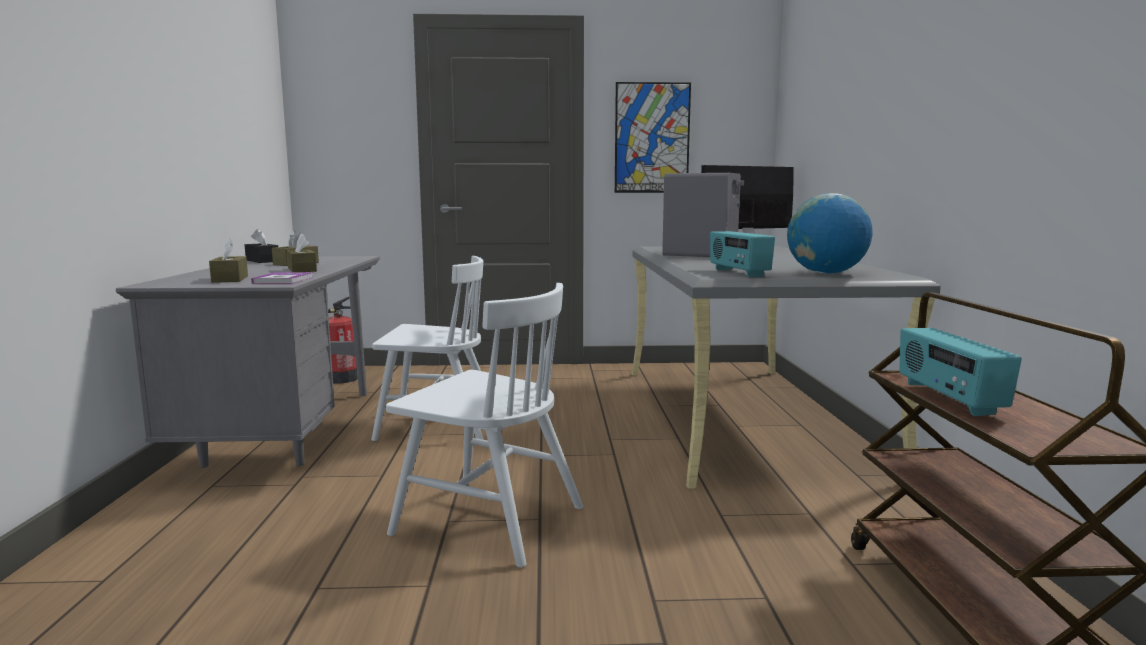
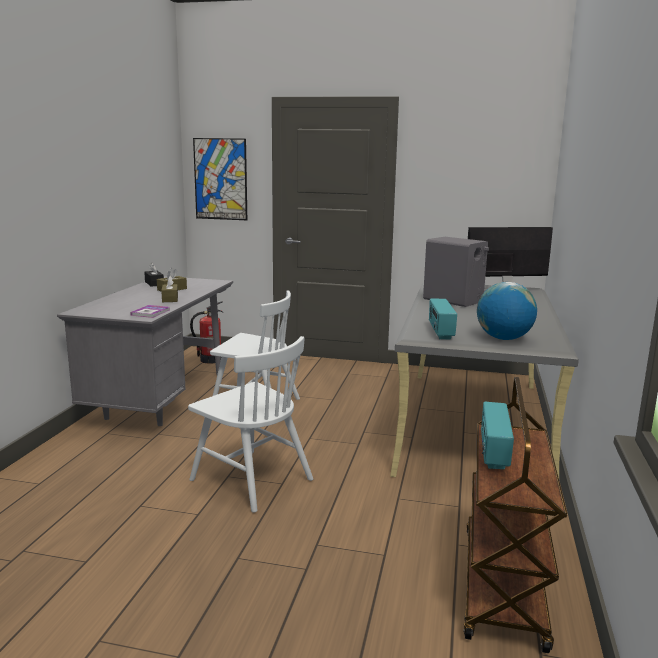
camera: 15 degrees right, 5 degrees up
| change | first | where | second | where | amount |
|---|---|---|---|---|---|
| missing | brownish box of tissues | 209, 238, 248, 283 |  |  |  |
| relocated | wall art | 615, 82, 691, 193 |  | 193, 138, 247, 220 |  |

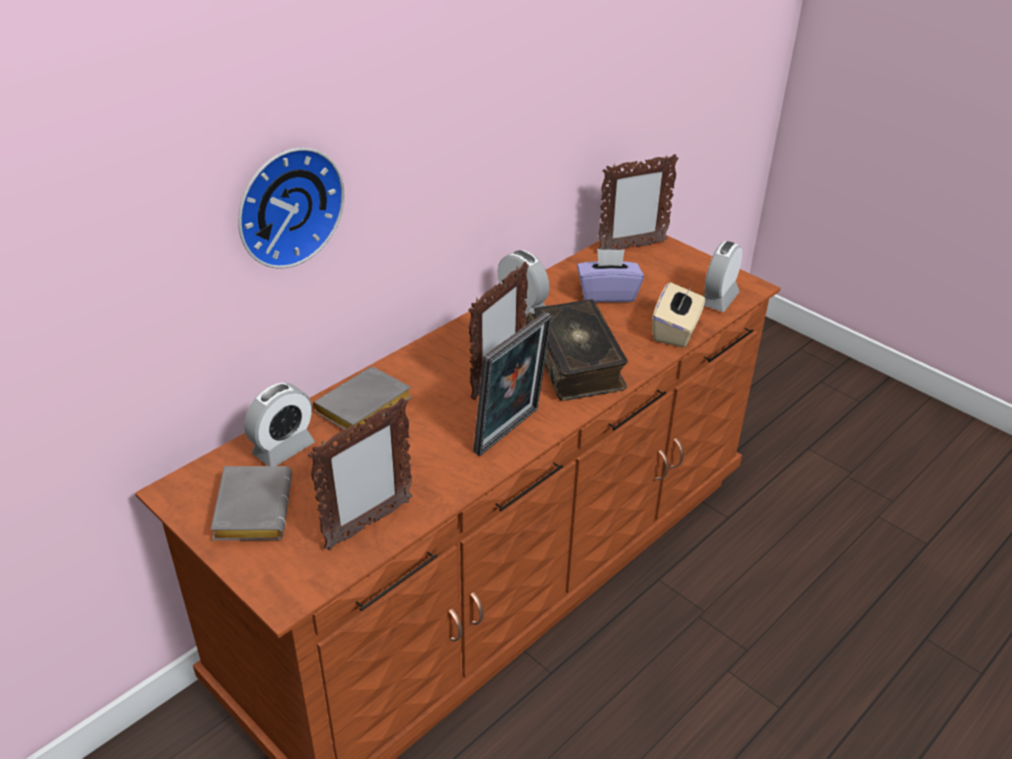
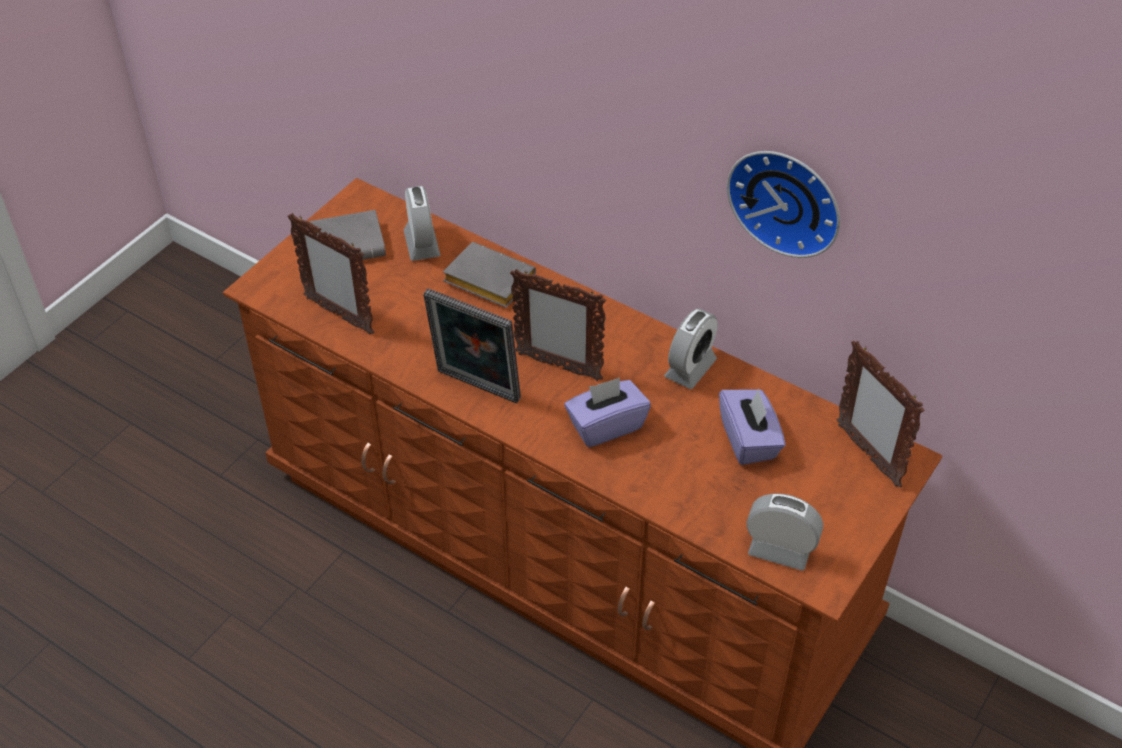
camera: 80 degrees right, 10 degrees up
| change | first | where | second | where | amount |
|---|---|---|---|---|---|
| missing | beige-coloured box of tissues | 652, 282, 705, 348 |  |  |  |
| relocated | wall clock | 238, 147, 344, 269 |  | 727, 151, 840, 258 |  |
| exchanged | book | 526, 299, 628, 401 | purple box of tissues | 564, 377, 651, 447 |  |
| spun | bedside clock | 244, 383, 315, 466 |  | 404, 186, 440, 261 | 135 degrees counterclockwise |

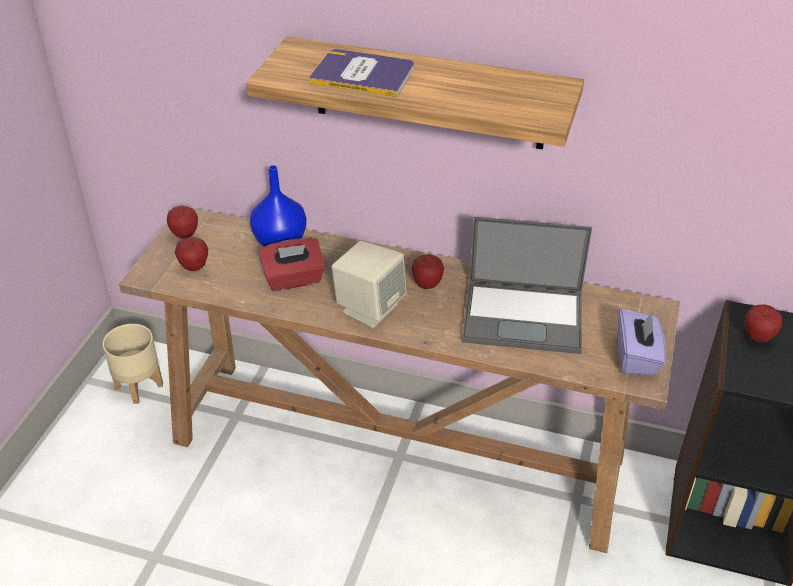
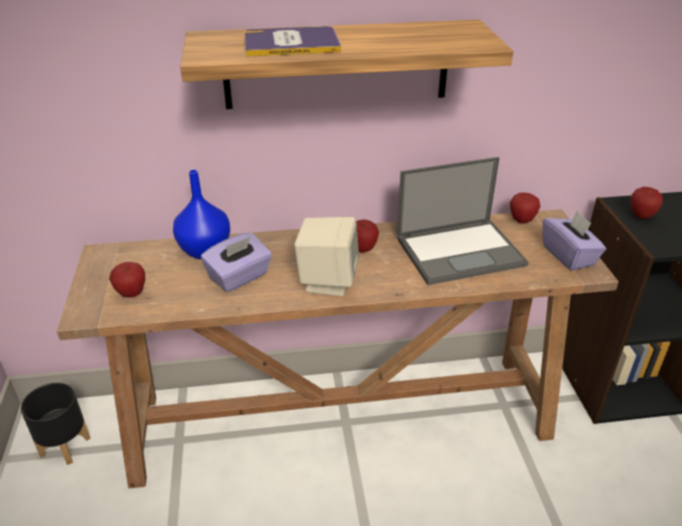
camera: 25 degrees left, 5 degrees down
| change | first | where | second | where | amount |
|---|---|---|---|---|---|
| relocated | whole apple | 167, 206, 198, 239 |  | 510, 193, 541, 224 |  |
| colour | beige-coloured plant pot | 103, 324, 163, 404 | black plant pot | 21, 383, 91, 465 |  |
| colour | red box of tissues | 258, 238, 325, 291 | purple box of tissues | 201, 233, 272, 292 |  |

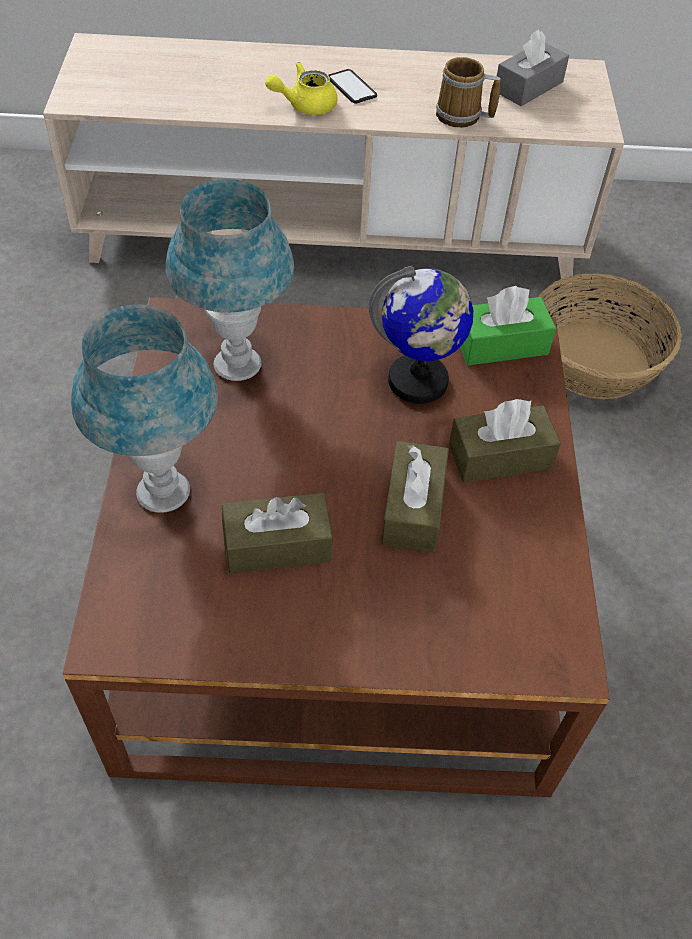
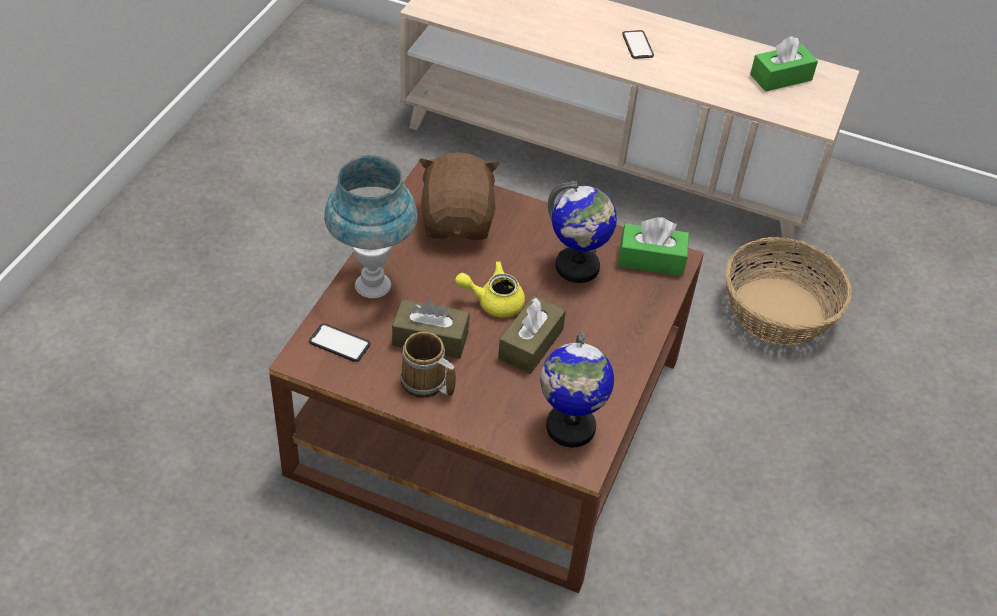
camera: 20 degrees right, 5 degrees down
| change | first | where | second | where | amount |
|---|---|---|---|---|---|
| missing | brownish box of tissues | 449, 399, 561, 483 |  |  |  |
| appeared |  |  | handset | 309, 323, 371, 362 |  |
| appeared |  |  | world globe | 541, 332, 614, 447 |  |
| relocated | yellowish teapot | 265, 62, 337, 115 |  | 455, 261, 525, 317 |  |
| relocated | tea mug | 436, 57, 501, 128 |  | 400, 332, 456, 398 |  |
| exchanged | blue-coloured tabletop lamp | 166, 179, 294, 381 | brownish soft toy | 419, 152, 500, 240 |  |
| colour | grey box of tissues | 497, 29, 569, 106 | green box of tissues | 750, 36, 818, 92 |  |

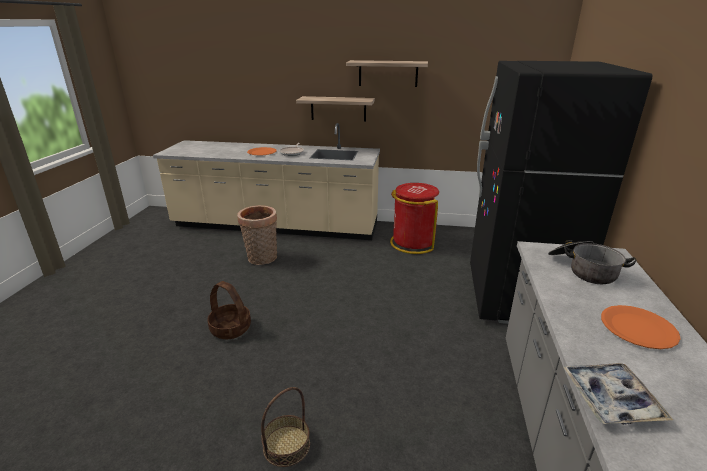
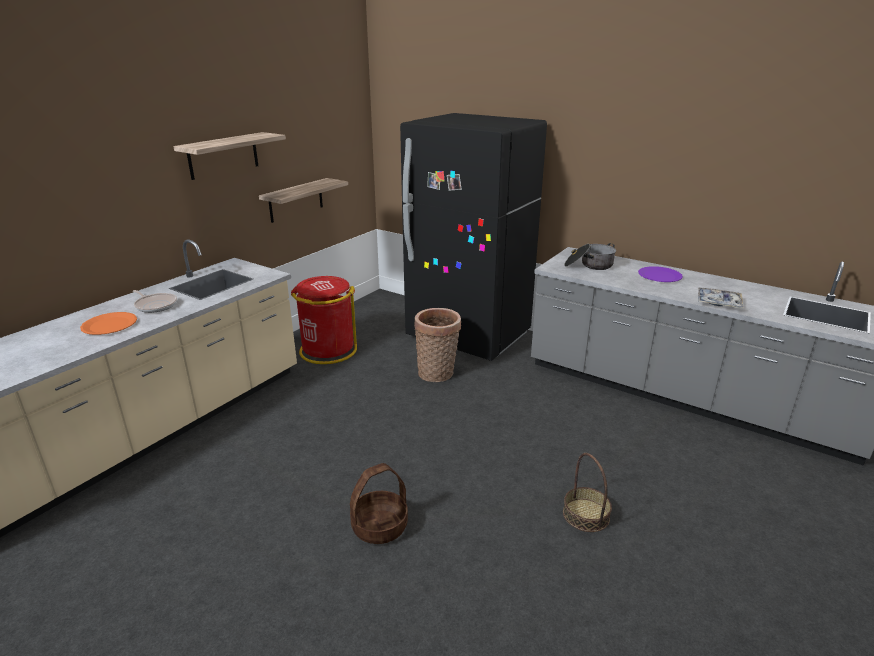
camera: 65 degrees left, 0 degrees up
| change | first | where | second | where | amount |
|---|---|---|---|---|---|
| relocated | household basket | 237, 205, 277, 265 |  | 414, 308, 461, 382 |  |
| relocated | bracket shelf | 296, 96, 375, 122 |  | 259, 178, 348, 223 |  |
| colour | orange plate | 601, 305, 681, 349 | purple plate | 638, 266, 683, 282 |  |

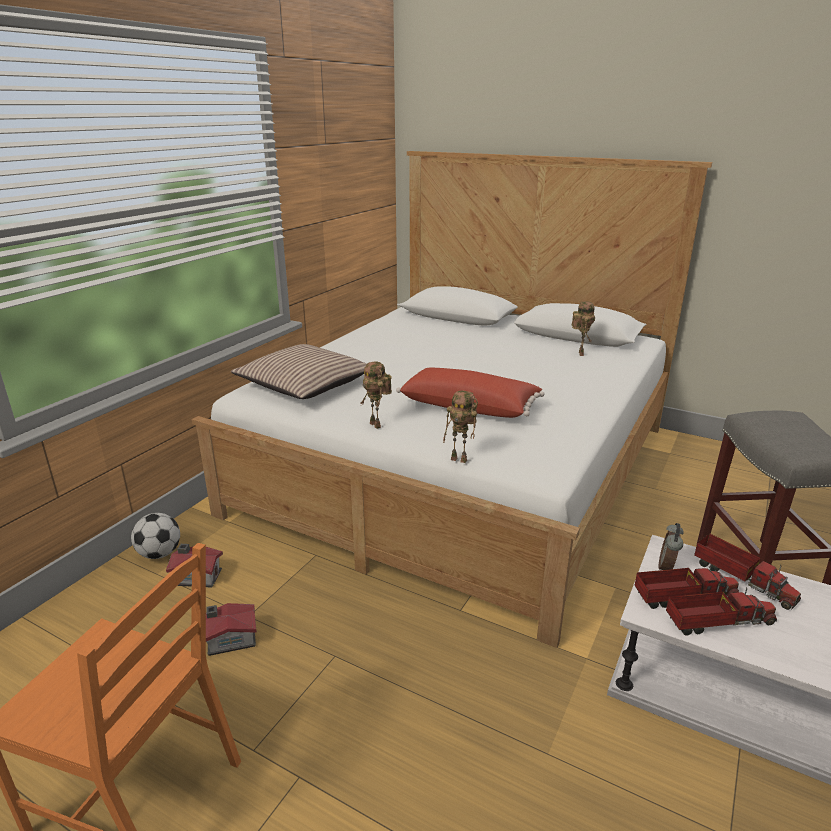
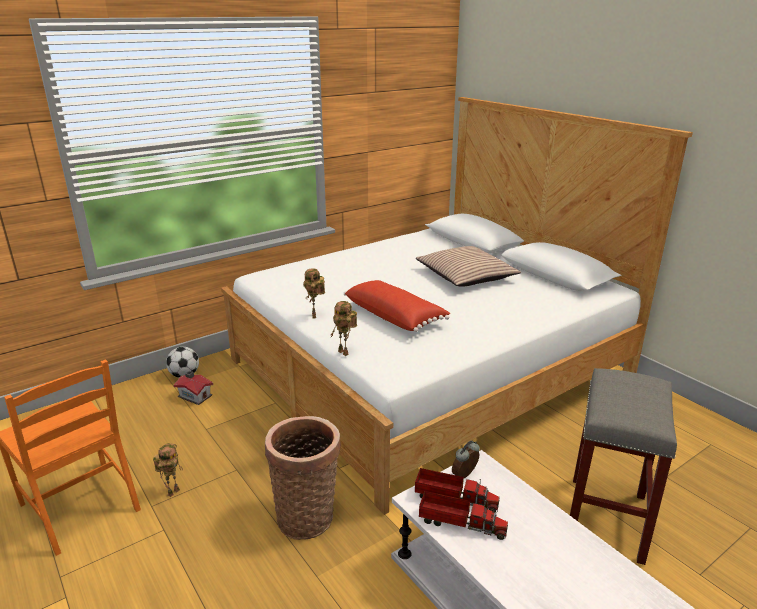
camera: 25 degrees right, 0 degrees up
| change | first | where | second | where | amount |
|---|---|---|---|---|---|
| missing | miniature house | 206, 603, 257, 656 |  |  |  |
| missing | model truck | 694, 533, 801, 610 |  |  |  |
| appeared |  |  | household basket | 265, 416, 341, 540 |  |
| relocated | pillow | 231, 344, 367, 399 |  | 416, 246, 521, 287 |  |
| relocated | robot figure | 572, 301, 595, 356 |  | 153, 443, 183, 497 |  |

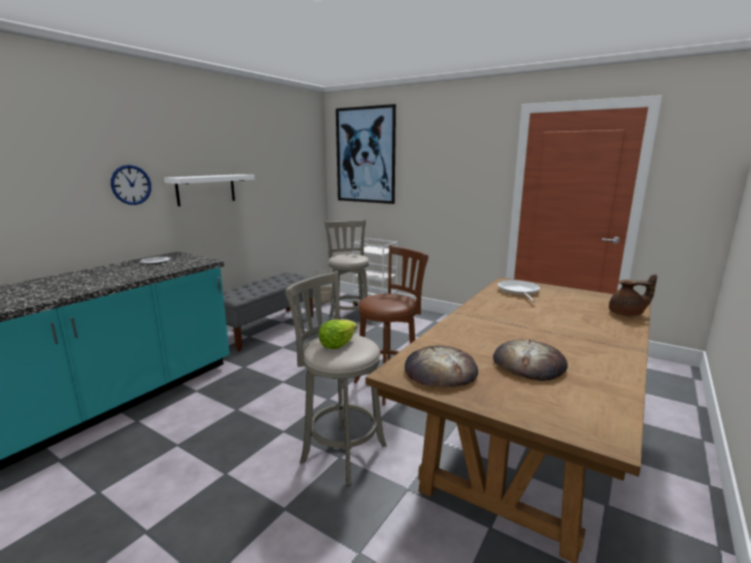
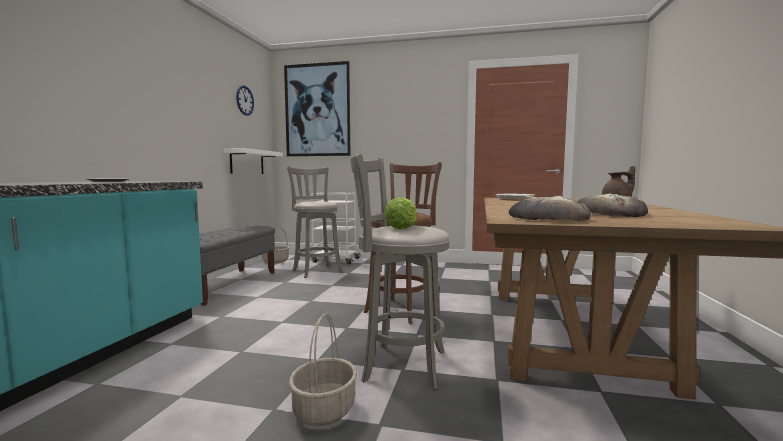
camera: 20 degrees left, 10 degrees down
| change | first | where | second | where | amount |
|---|---|---|---|---|---|
| appeared |  |  | household basket | 289, 313, 357, 426 |  |
| relocated | wall clock | 111, 165, 151, 205 |  | 236, 85, 254, 116 |  |
| relocated | whitish bracket shelf | 164, 174, 255, 206 |  | 224, 148, 283, 174 |  |

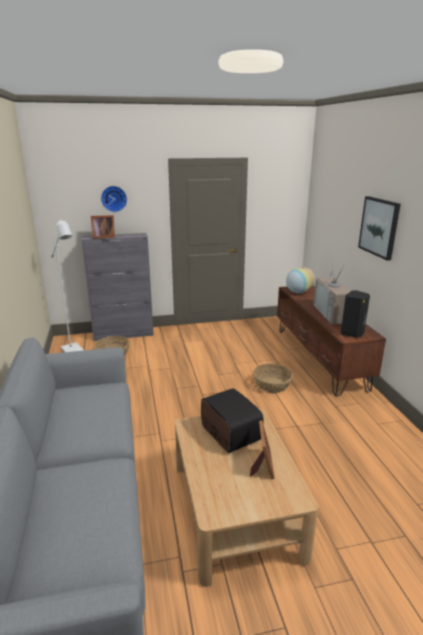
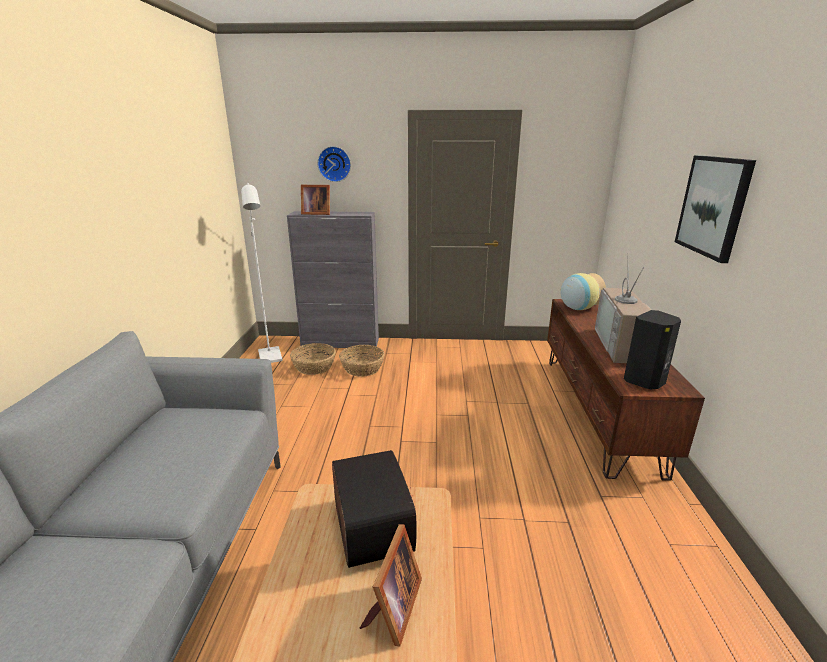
camera: 15 degrees right, 0 degrees up
| change | first | where | second | where | amount |
|---|---|---|---|---|---|
| relocated | household basket | 253, 363, 293, 393 |  | 339, 345, 384, 377 |  |

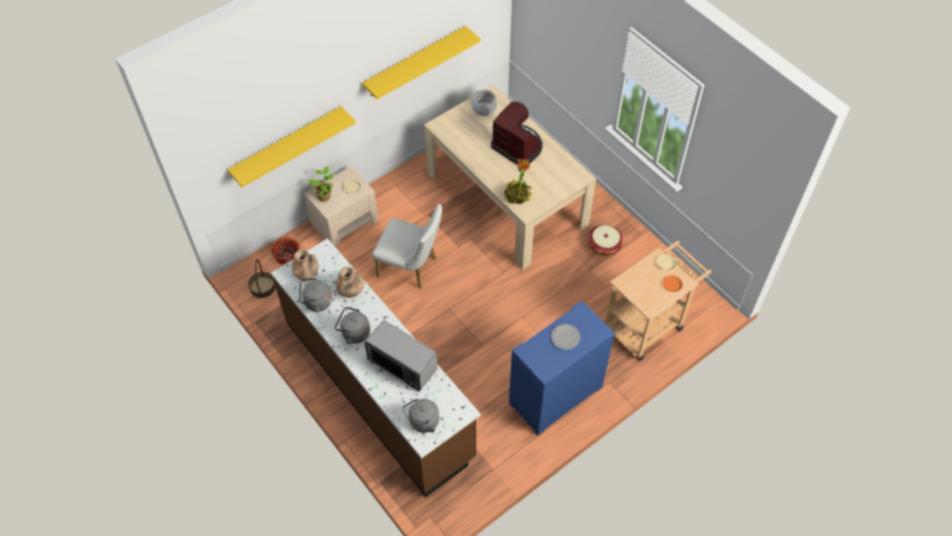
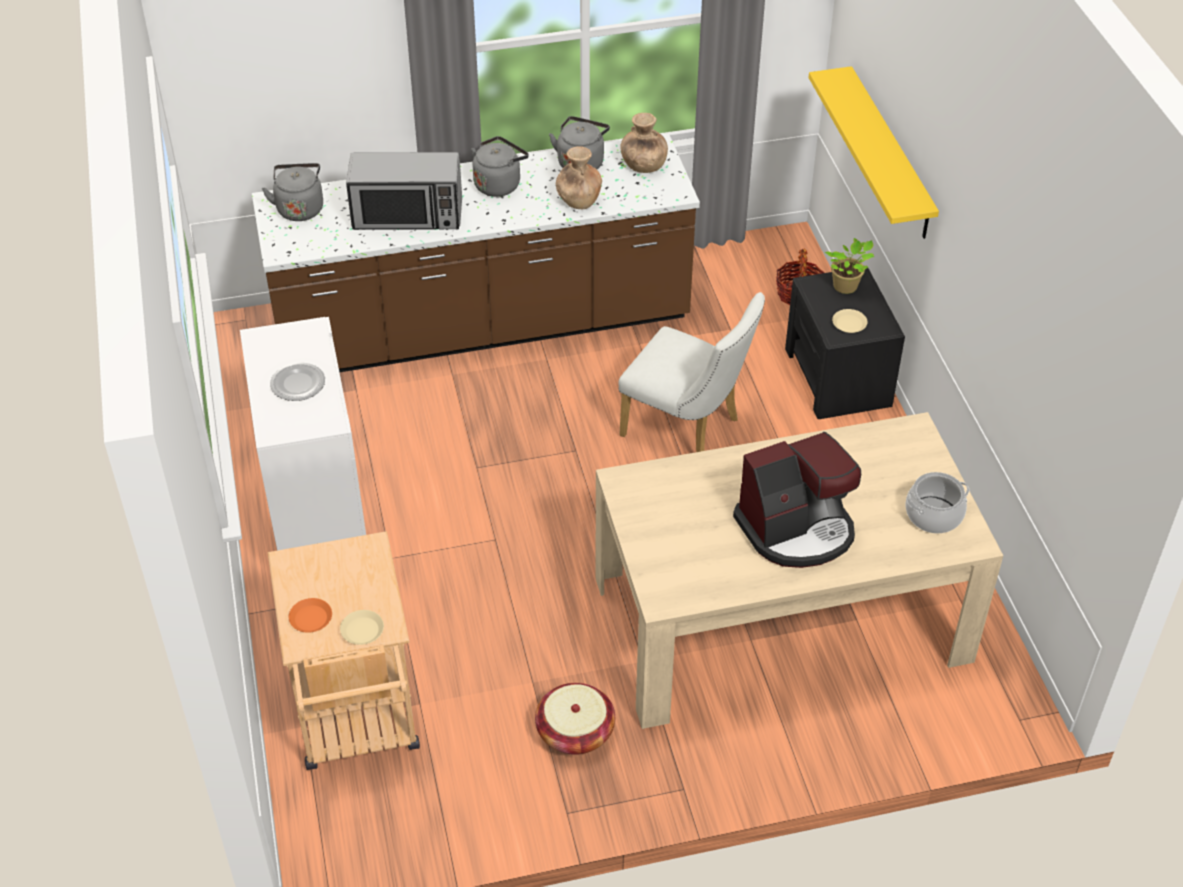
camera: 115 degrees right, 10 degrees down
| change | first | where | second | where | amount |
|---|---|---|---|---|---|
| missing | household basket | 248, 259, 276, 298 |  |  |  |
| missing | yellowish bracket shelf | 362, 26, 481, 99 |  |  |  |
| missing | houseplant | 504, 158, 532, 204 |  |  |  |
| colour | beige-coloured nightstand | 304, 166, 378, 247 | black nightstand | 785, 268, 905, 419 |  |
| colour | blue-coloured storage cabinet | 509, 301, 615, 435 | whitish storage cabinet | 240, 317, 366, 550 |  |
| spun | microwave | 365, 320, 438, 392 |  | 346, 152, 462, 230 | 150 degrees counterclockwise |
| spun | whitish upright chair | 372, 204, 442, 289 |  | 619, 292, 765, 452 | 105 degrees counterclockwise |

